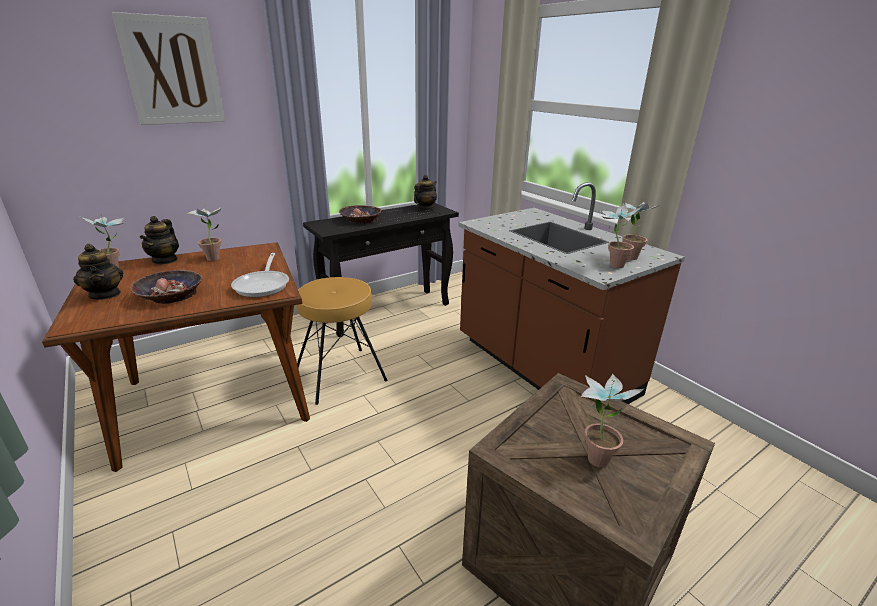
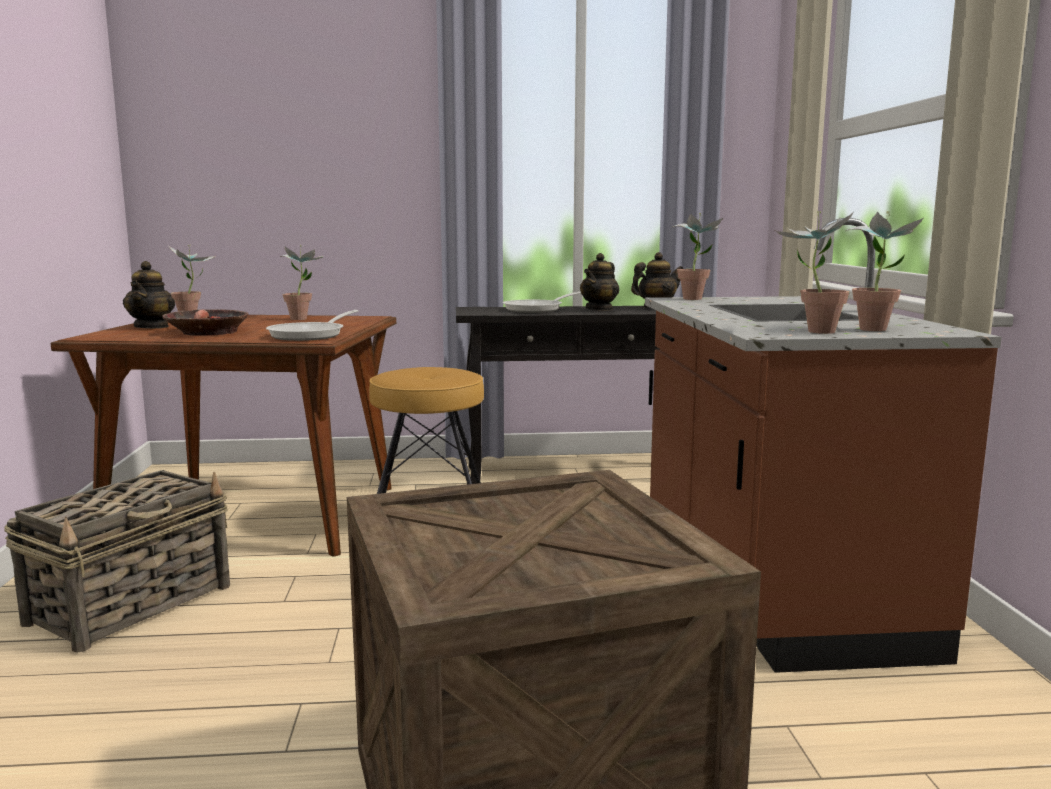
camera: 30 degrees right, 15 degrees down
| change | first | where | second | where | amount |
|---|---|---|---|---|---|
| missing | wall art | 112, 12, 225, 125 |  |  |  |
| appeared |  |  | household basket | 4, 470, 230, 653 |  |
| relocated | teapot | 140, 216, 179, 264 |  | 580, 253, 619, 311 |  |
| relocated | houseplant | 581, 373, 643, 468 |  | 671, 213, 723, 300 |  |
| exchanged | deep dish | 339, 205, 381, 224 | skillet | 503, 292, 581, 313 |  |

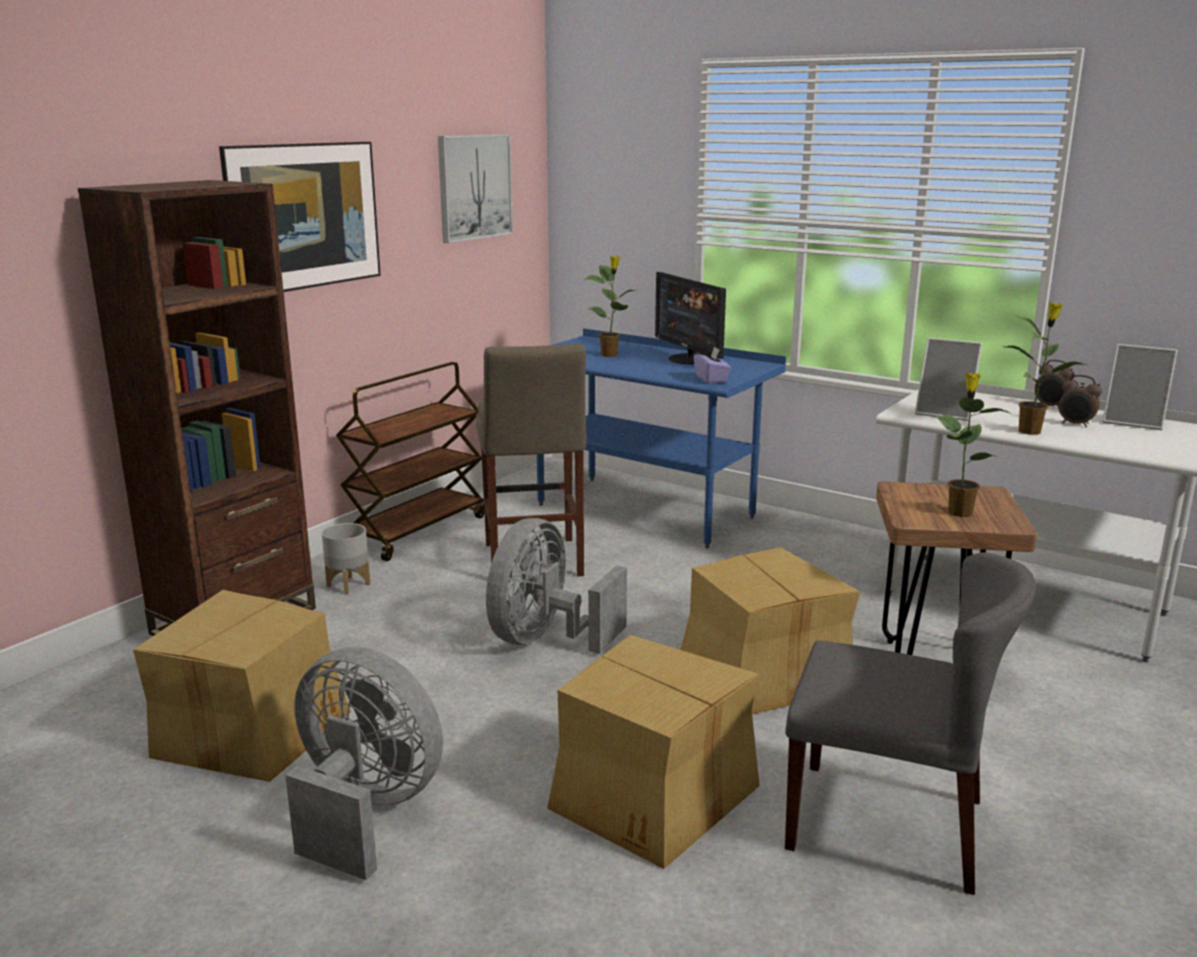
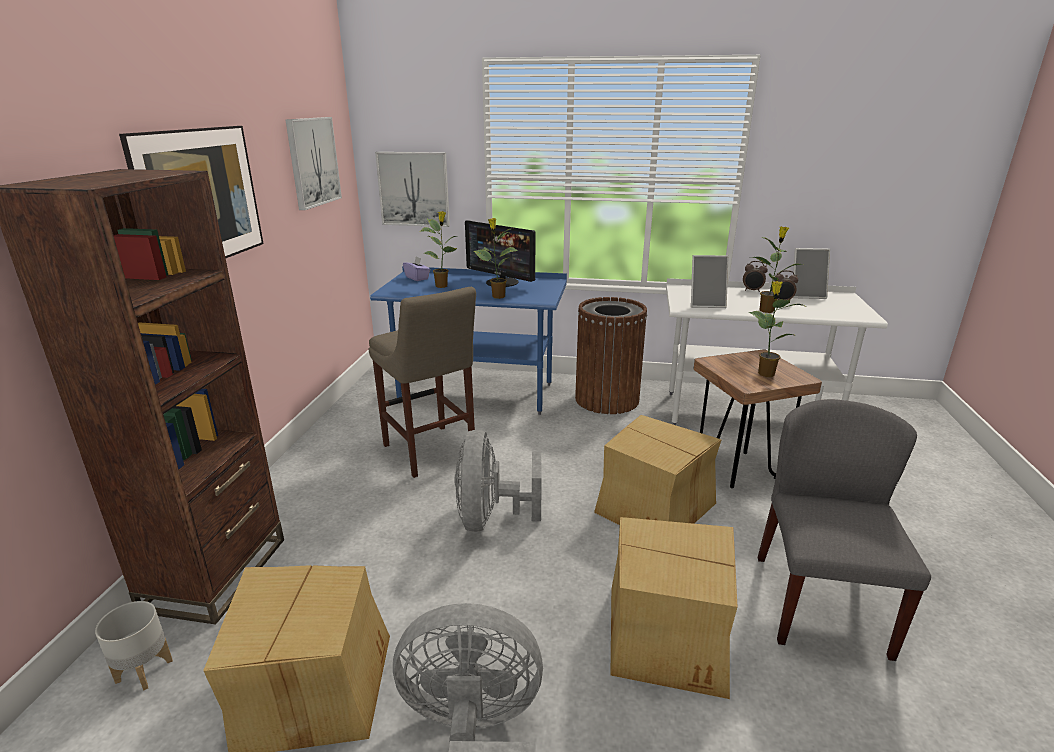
camera: 25 degrees left, 5 degrees up
| change | first | where | second | where | amount |
|---|---|---|---|---|---|
| missing | brownish trolley | 336, 362, 484, 561 |  |  |  |
| appeared |  |  | wall art | 375, 152, 450, 227 |  |
| appeared |  |  | houseplant | 474, 218, 518, 299 |  |
| appeared |  |  | brownish waste bin | 575, 297, 647, 414 |  |
| relocated | grey plant pot | 322, 523, 370, 594 |  | 95, 601, 173, 690 |  |
| relocated | purple box of tissues | 694, 346, 731, 384 |  | 403, 257, 430, 281 |  |
| spun | grey upright chair | 785, 553, 1036, 895 |  | 758, 399, 931, 661 | 75 degrees counterclockwise |

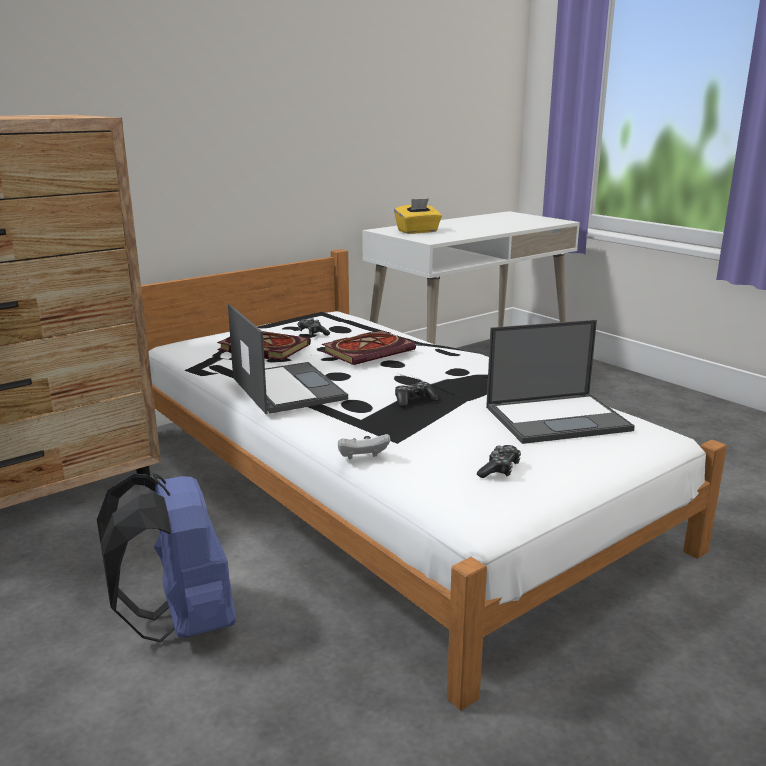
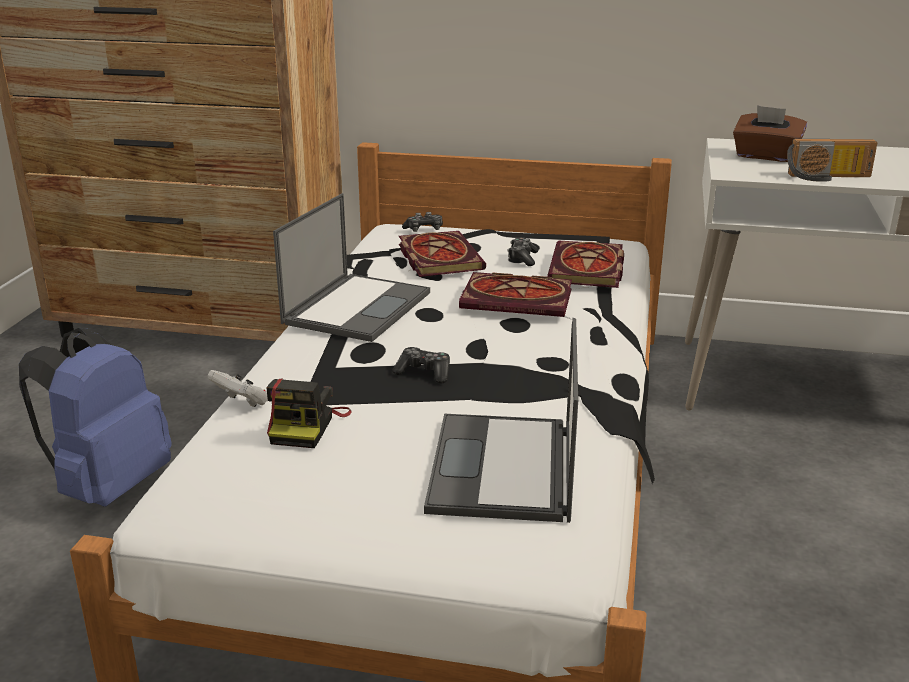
camera: 50 degrees right, 5 degrees up
| change | first | where | second | where | amount |
|---|---|---|---|---|---|
| appeared |  |  | photo camera | 266, 379, 352, 448 |  |
| appeared |  |  | book | 547, 241, 624, 288 |  |
| appeared |  |  | radio | 787, 139, 877, 182 |  |
| relocated | gamepad | 477, 445, 521, 478 |  | 402, 212, 443, 232 |  |
| colour | yellowish box of tissues | 394, 198, 442, 234 | brownish box of tissues | 733, 105, 807, 162 |  |
| spun | laptop | 486, 320, 635, 444 |  | 424, 318, 578, 523 | 60 degrees clockwise |

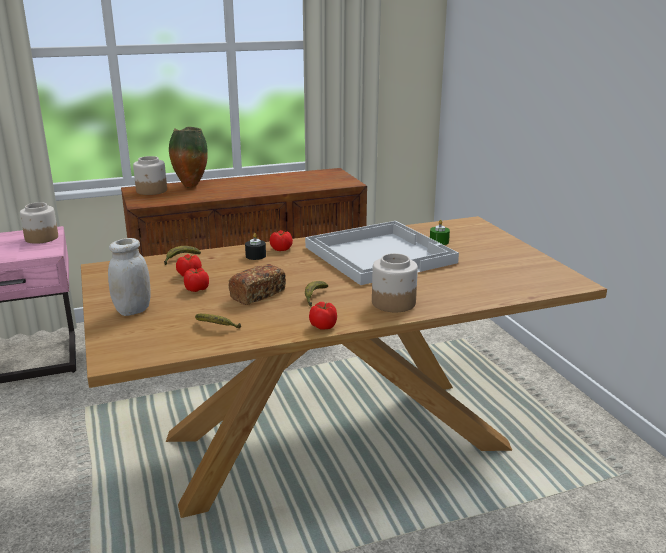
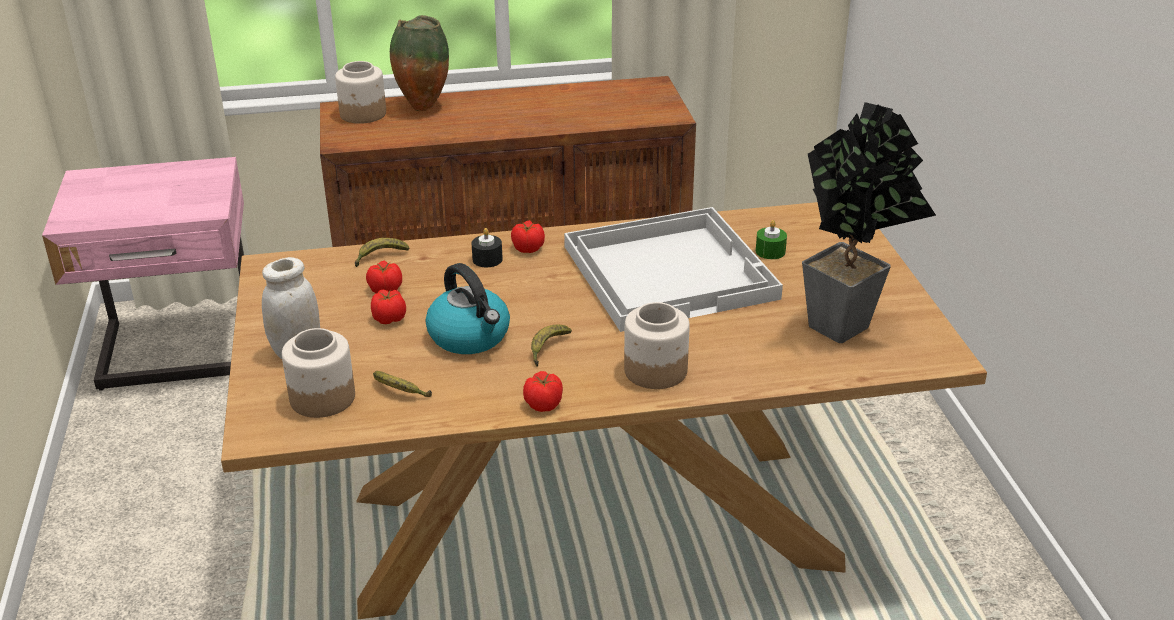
camera: 10 degrees right, 10 degrees up
| change | first | where | second | where | amount |
|---|---|---|---|---|---|
| appeared |  |  | houseplant | 802, 102, 936, 343 |  |
| relocated | preserve jar | 20, 202, 58, 244 |  | 282, 328, 355, 418 |  |
| exchanged | bread | 228, 264, 286, 305 | tea kettle | 426, 263, 510, 354 |  |

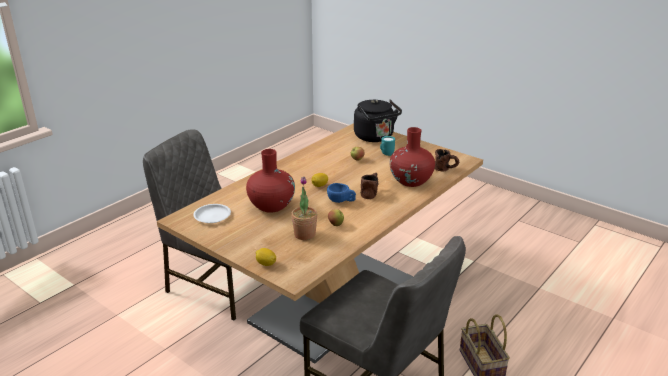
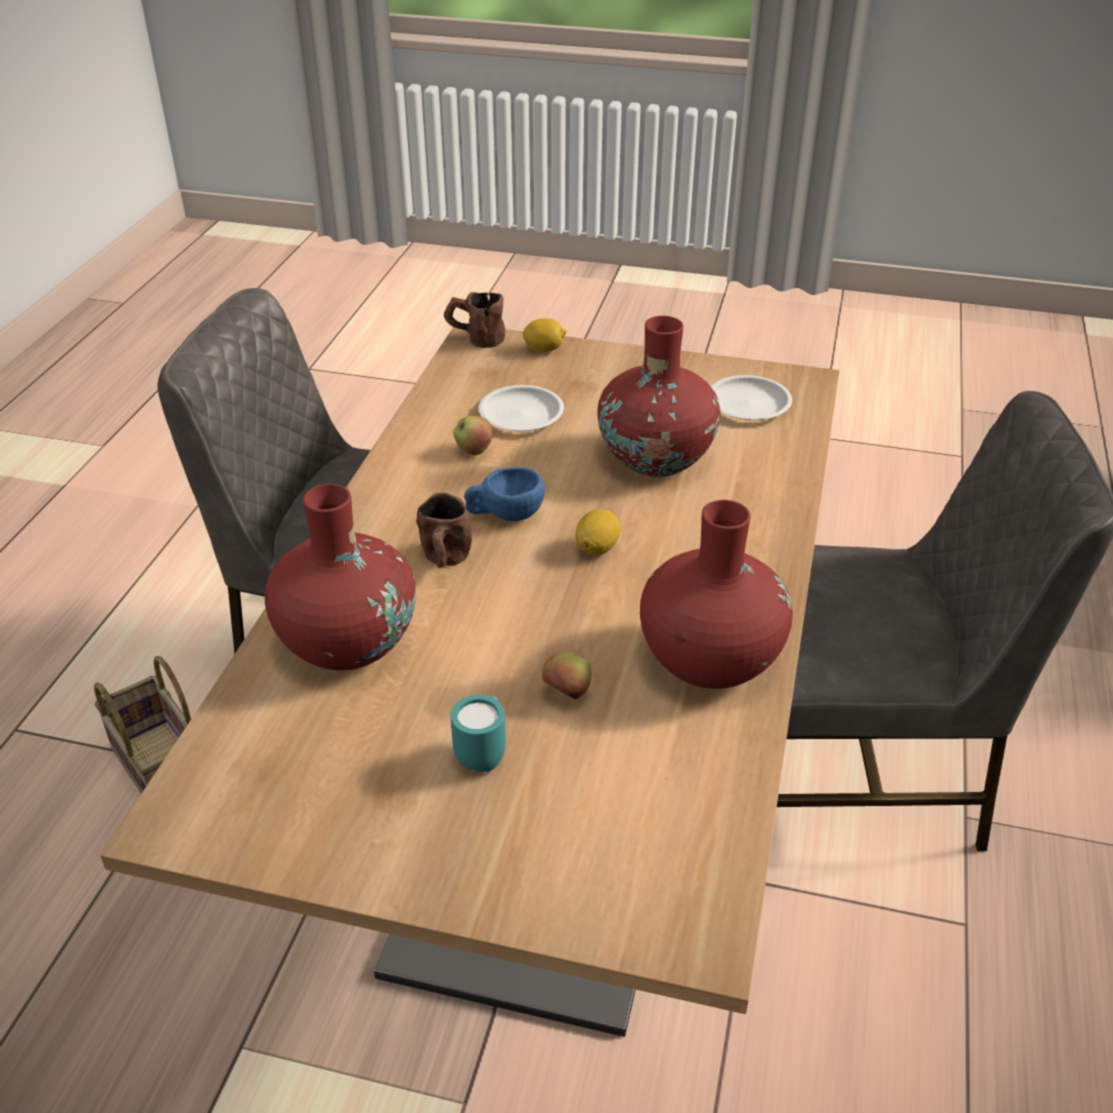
camera: 155 degrees right, 10 degrees up
| change | first | where | second | where | amount |
|---|---|---|---|---|---|
| missing | black tea kettle | 354, 100, 402, 142 |  |  |  |
| appeared |  |  | red flower vase | 640, 500, 793, 689 |  |
| relocated | brownish tea mug | 434, 149, 459, 172 |  | 444, 292, 505, 348 |  |
| exchanged | houseplant | 291, 177, 318, 240 | whitish plate | 478, 385, 564, 431 |  |

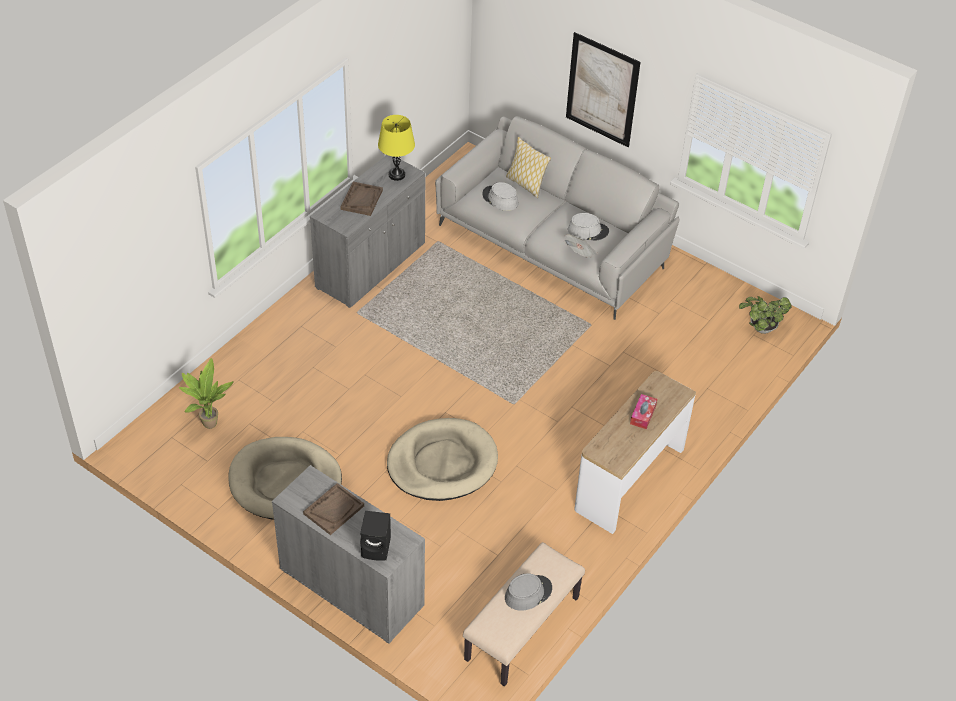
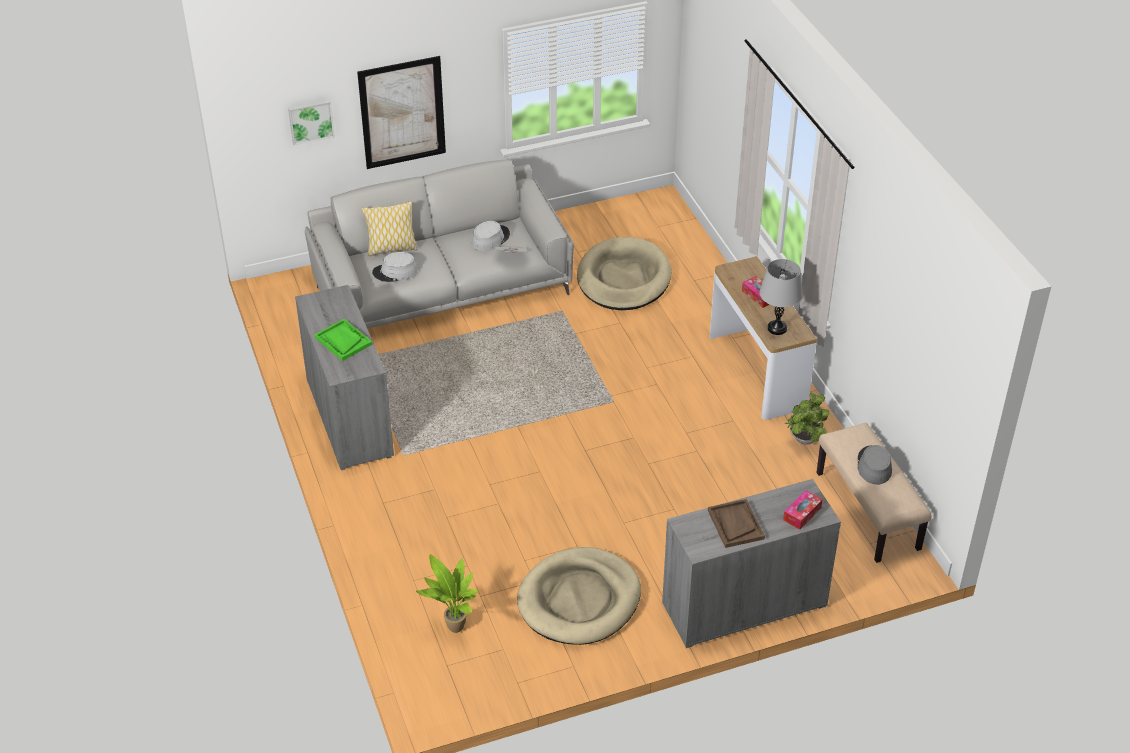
camera: 55 degrees left, 5 degrees down
| change | first | where | second | where | amount |
|---|---|---|---|---|---|
| missing | yellowish tabletop lamp | 378, 115, 415, 181 |  |  |  |
| appeared |  |  | wall art | 288, 99, 335, 145 |  |
| appeared |  |  | grey tabletop lamp | 760, 259, 803, 335 |  |
| relocated | beige-coloured dog cushion | 387, 418, 498, 501 |  | 577, 237, 671, 310 |  |
| relocated | houseplant | 739, 296, 792, 334 |  | 784, 393, 829, 445 |  |
| exchanged | black speaker | 360, 511, 391, 561 | box of tissues | 783, 490, 823, 530 |  |
| colour | brownish tray | 341, 182, 383, 216 | green tray | 315, 319, 372, 361 |  |

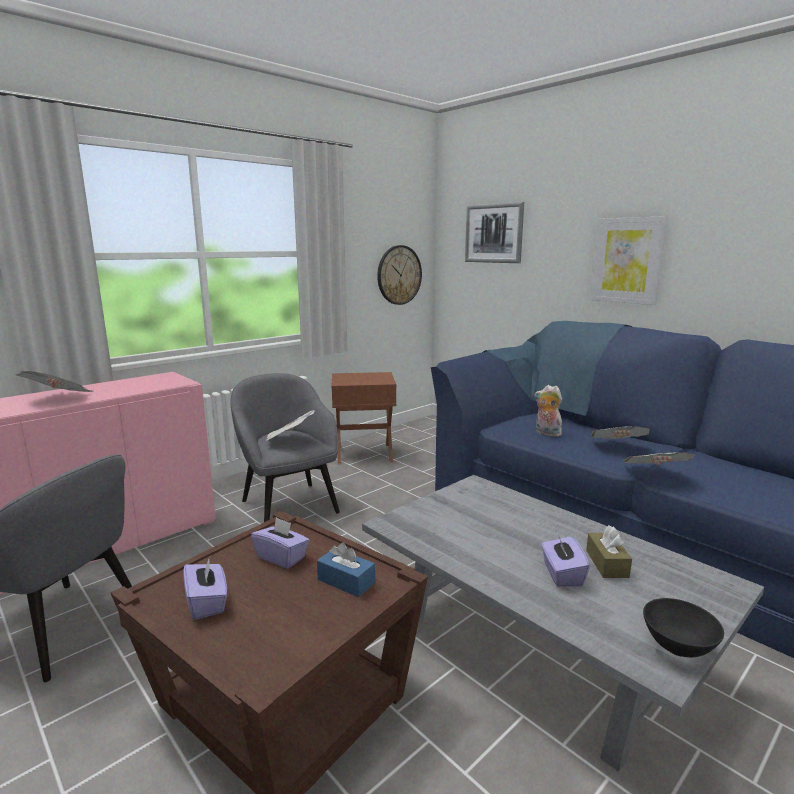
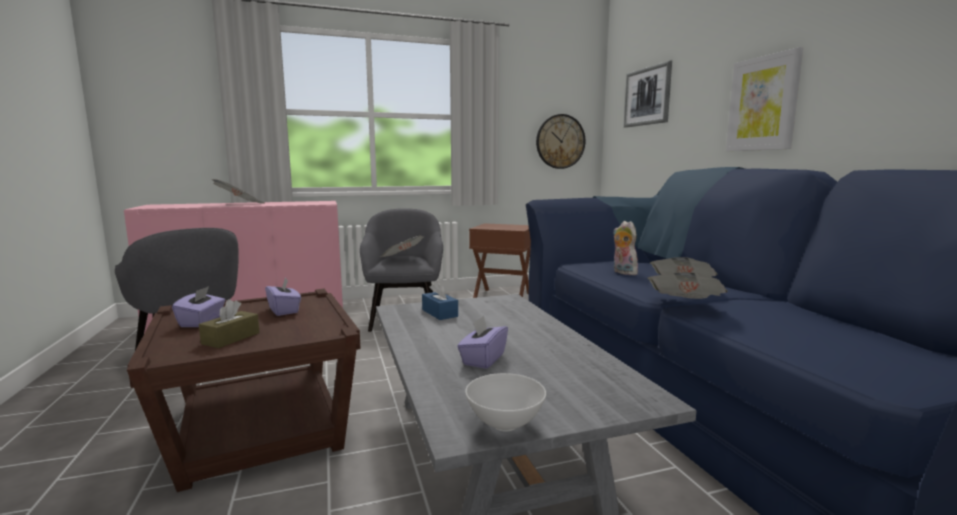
camera: 25 degrees right, 5 degrees down
| change | first | where | second | where | amount |
|---|---|---|---|---|---|
| relocated | blue-coloured box of tissues | 317, 543, 375, 597 |  | 422, 281, 458, 320 |  |
| relocated | brownish box of tissues | 586, 525, 632, 578 |  | 199, 299, 260, 348 |  |
| colour | black deep dish | 643, 598, 724, 657 | whitish deep dish | 465, 373, 546, 432 |  |

